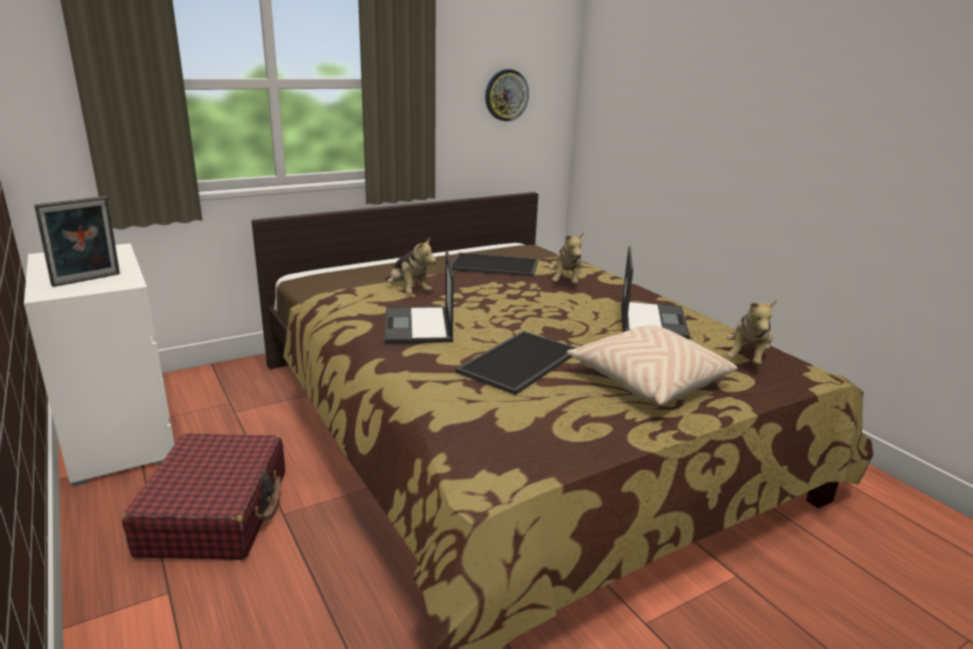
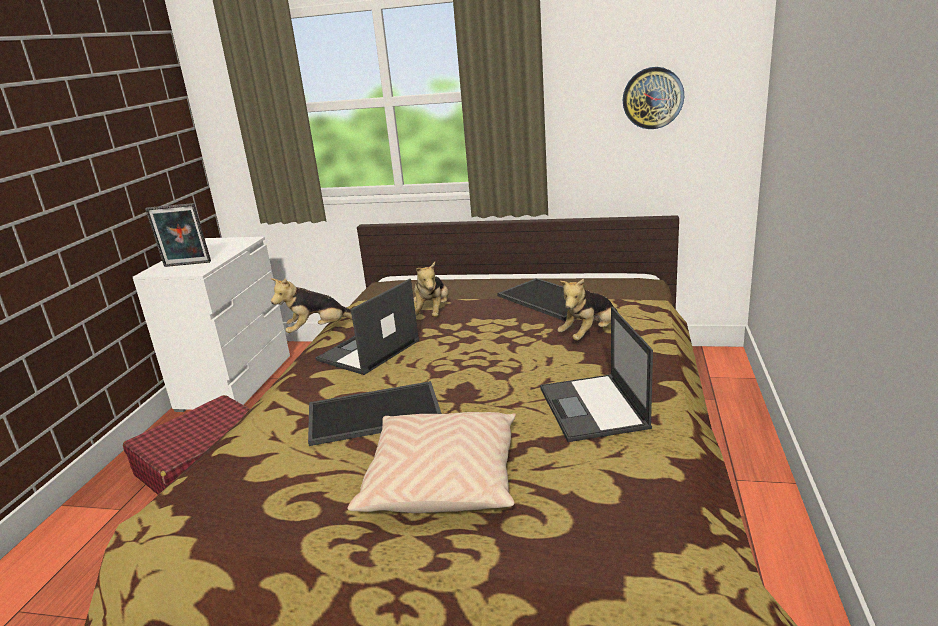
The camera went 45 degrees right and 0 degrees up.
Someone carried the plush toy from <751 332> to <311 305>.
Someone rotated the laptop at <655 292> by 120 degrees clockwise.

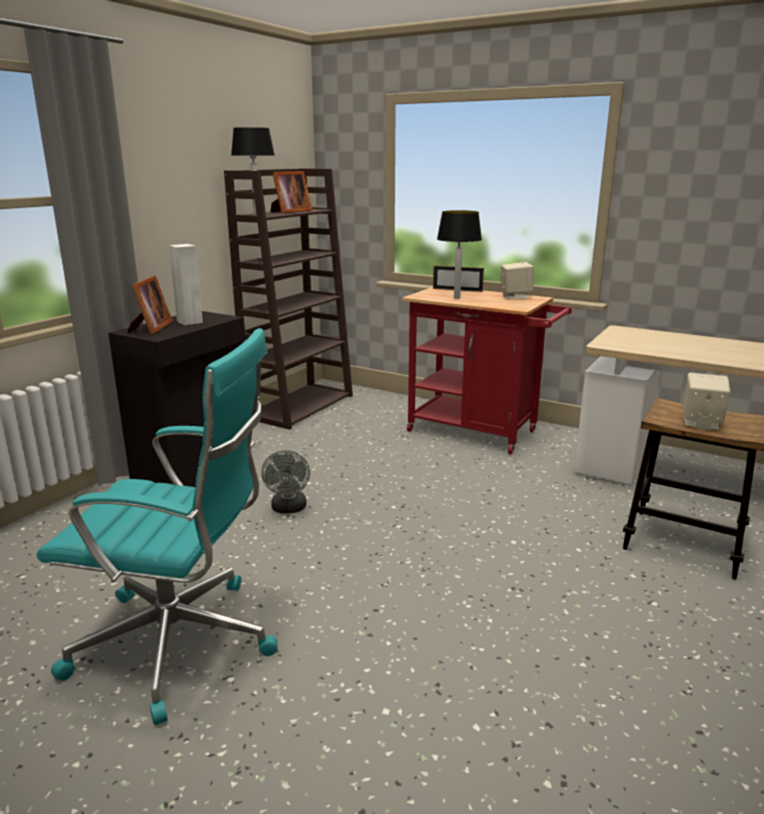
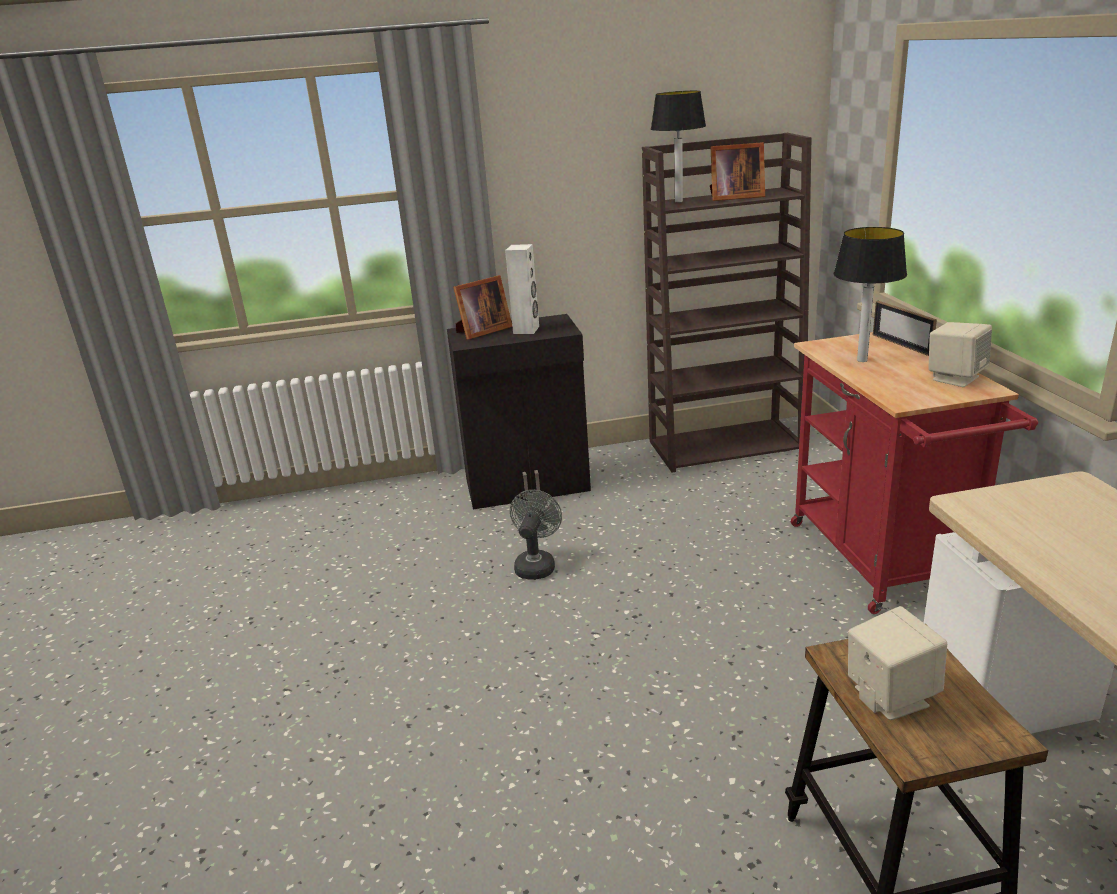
The camera went 50 degrees right and 5 degrees up.
Someone rotated the fan/grey at <285 482> by 150 degrees clockwise.
Someone took away the office chair/turquoise at <157 526>.

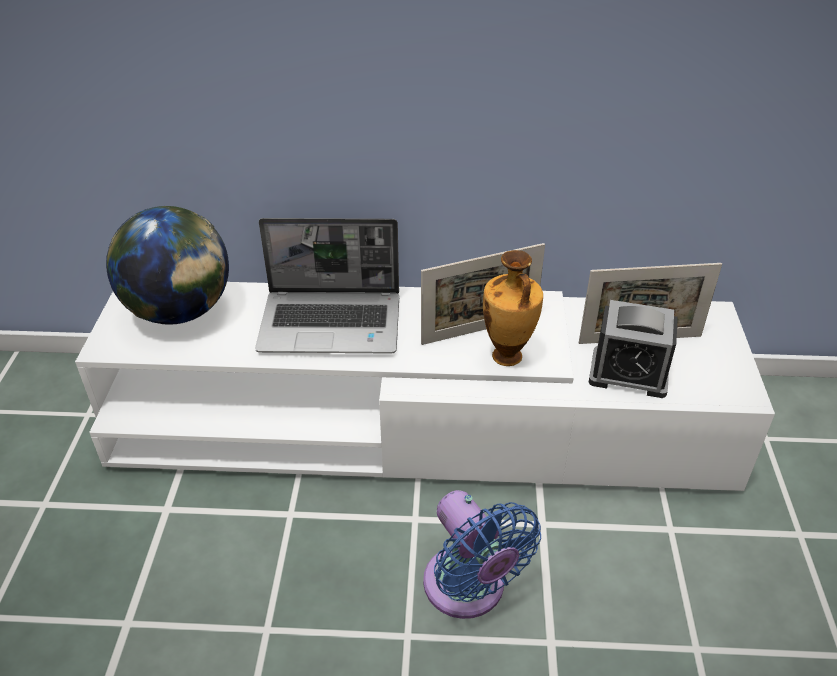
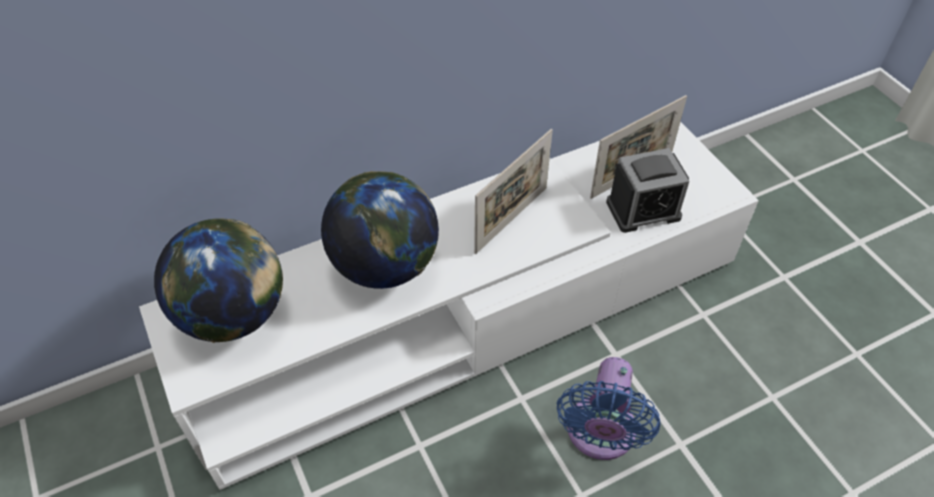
The camera went 30 degrees left and 10 degrees up.
Someone swapped the laptop at <327 286> for the globe at <380 230>.
Someone rotated the fan/blue at <482 554> by 75 degrees clockwise.
Someone took away the vase at <513 308>.

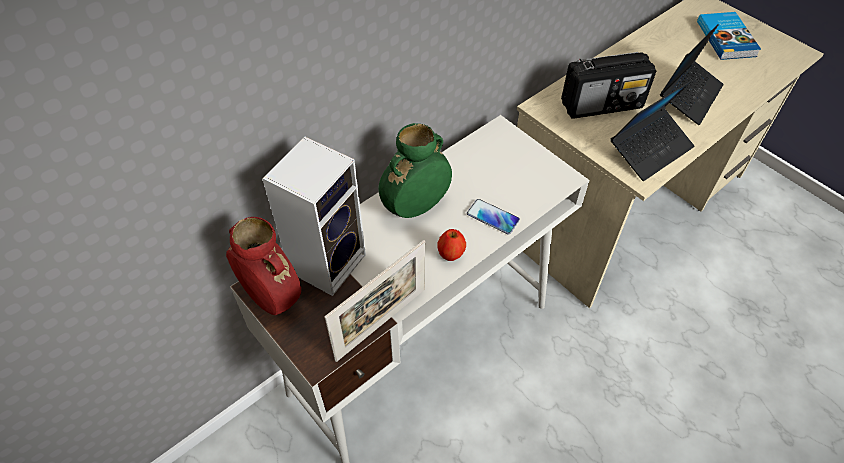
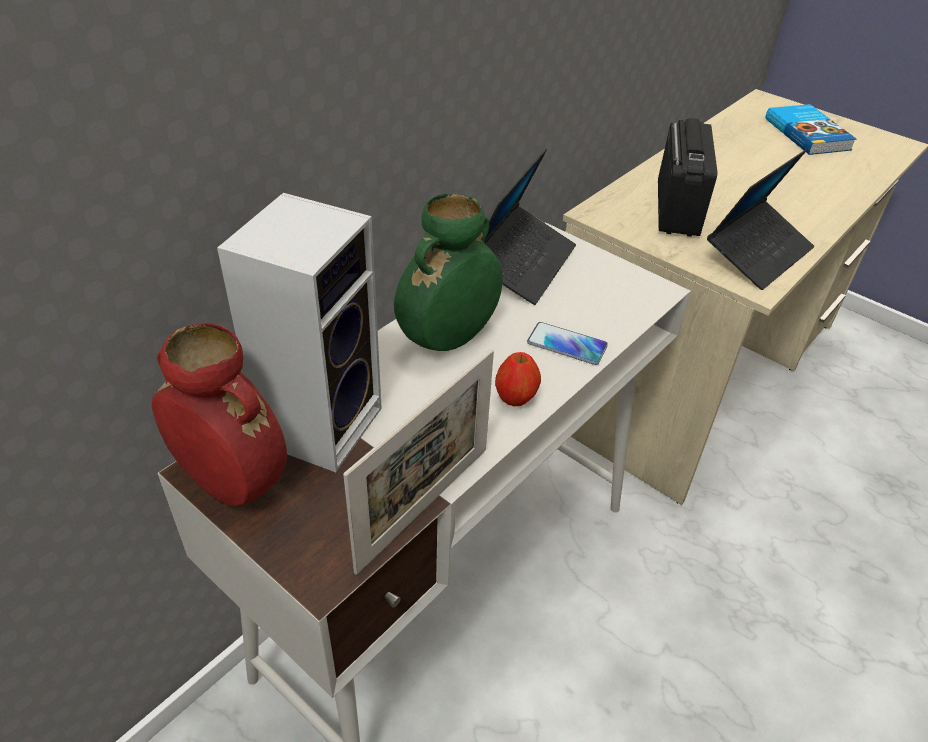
The camera went 10 degrees left and 10 degrees down.
Someone carried the laptop from <692 74> to <530 227>.
Someone rotated the radio at <608 85> by 60 degrees counterclockwise.

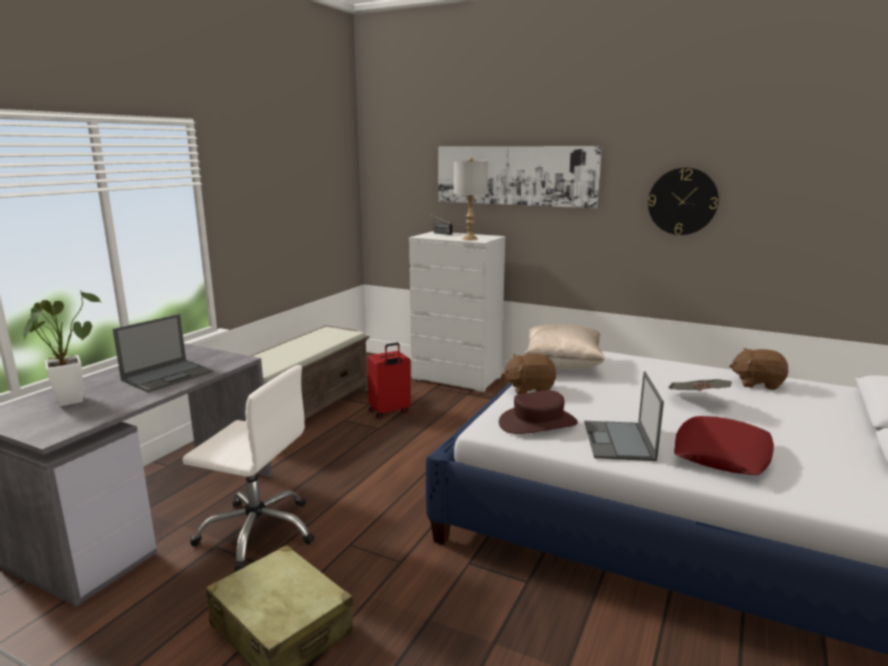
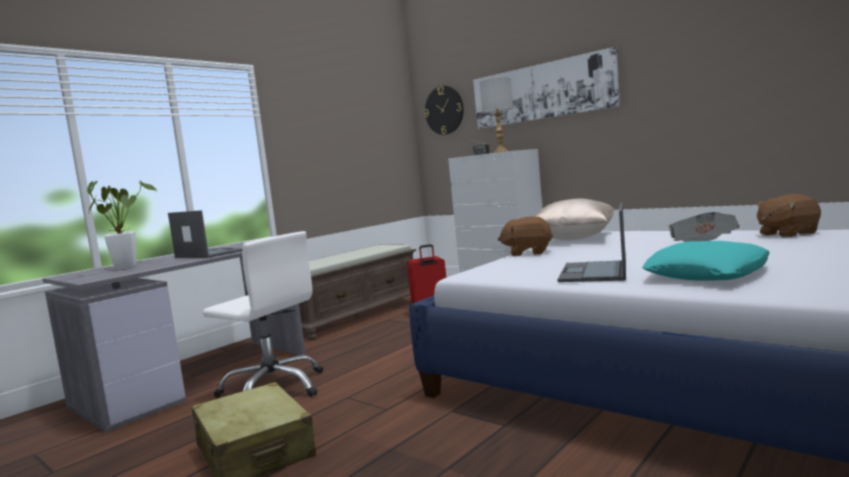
The camera went 15 degrees right and 10 degrees down.
Someone rotated the laptop at <163 353> by 105 degrees counterclockwise.
Someone carried the wall clock from <683 201> to <444 110>.
Someone repainted the pillow/red at <724 445>, which became the pillow/turquoise at <705 261>.
Someone rotated the plush toy/brown at <758 369> by 45 degrees counterclockwise.
Someone took away the hat/brown at <538 412>.

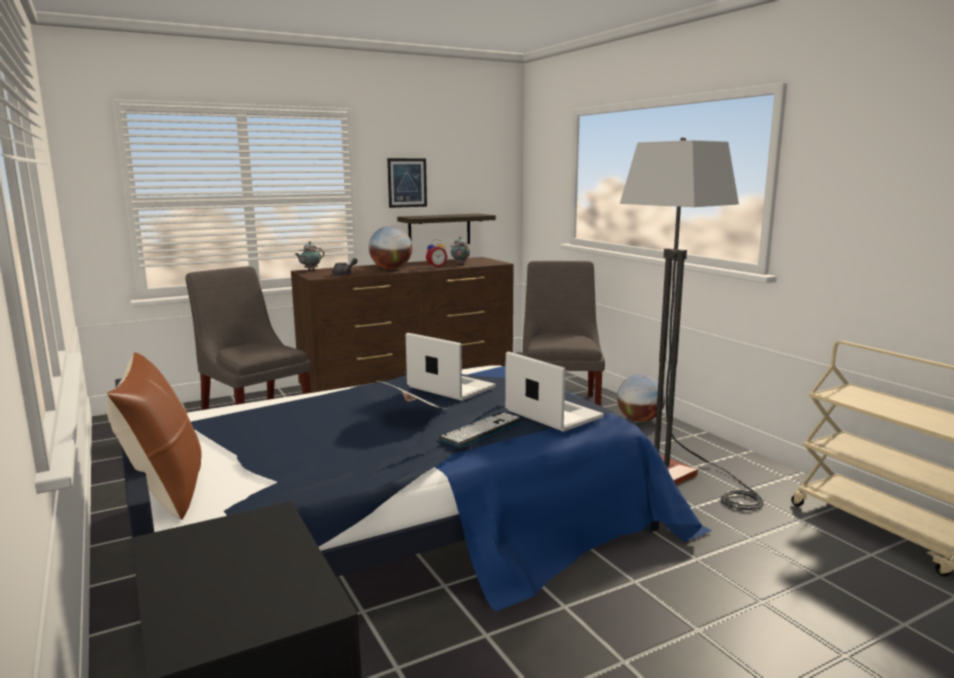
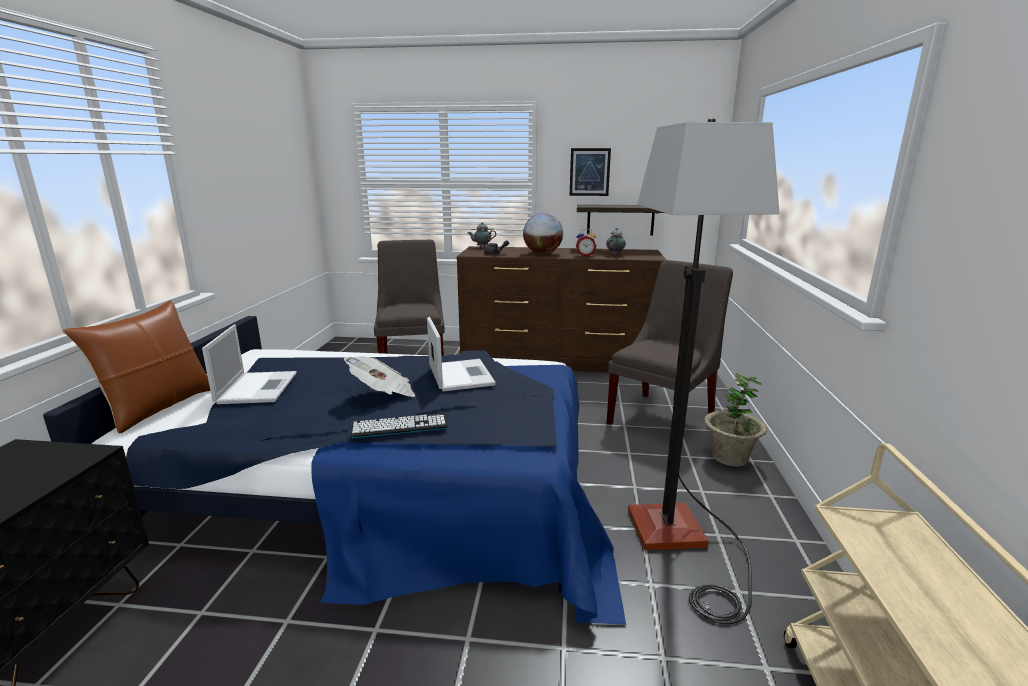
The camera went 35 degrees right and 5 degrees up.
Someone carried the laptop from <554 391> to <249 364>.
Someone swapped the globe at <641 398> for the potted plant at <735 420>.

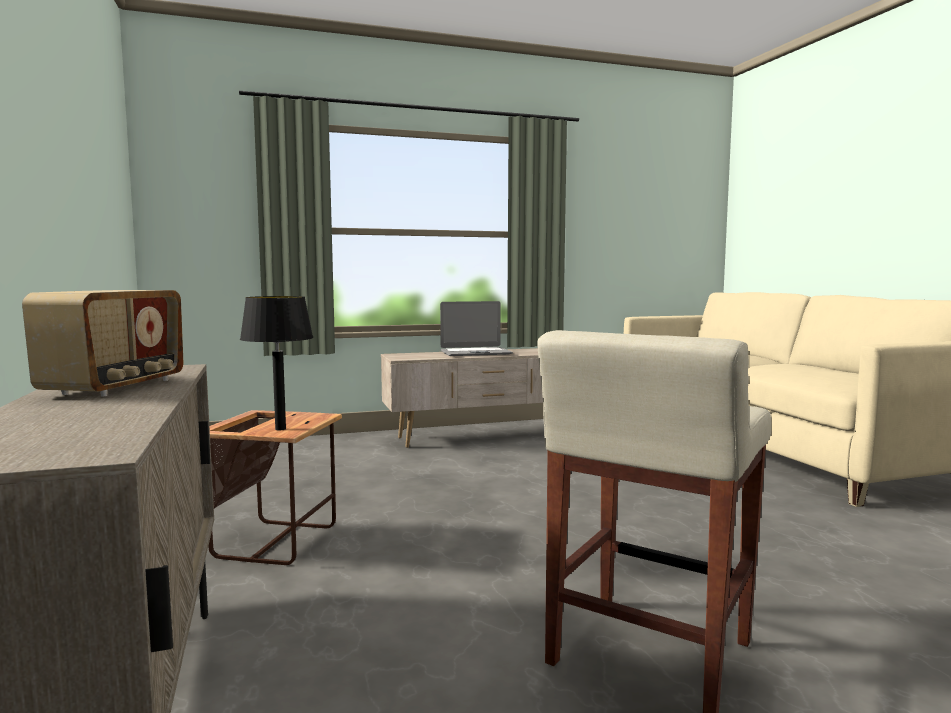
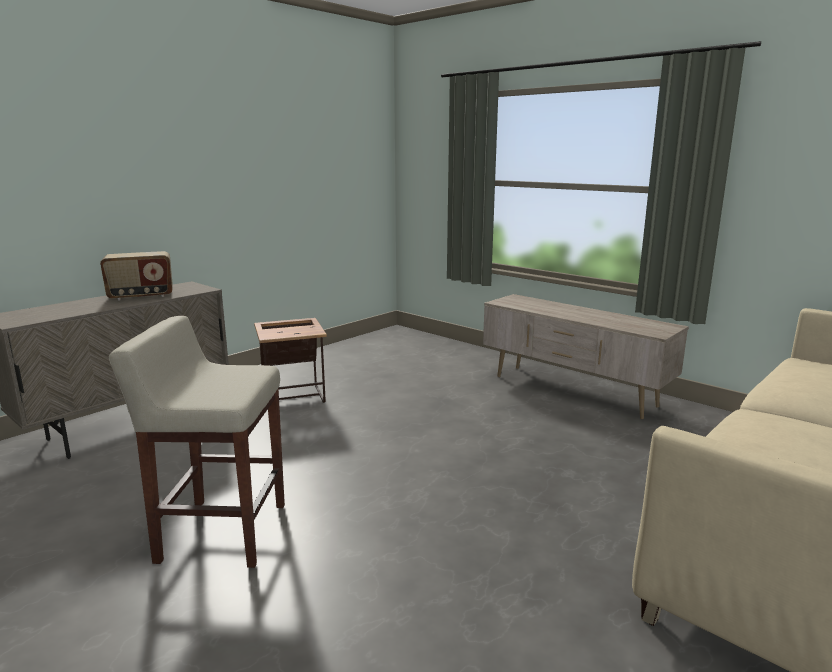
The camera went 60 degrees right and 10 degrees up.
Someone took away the table lamp/black at <276 363>.
Someone took away the laptop at <476 328>.

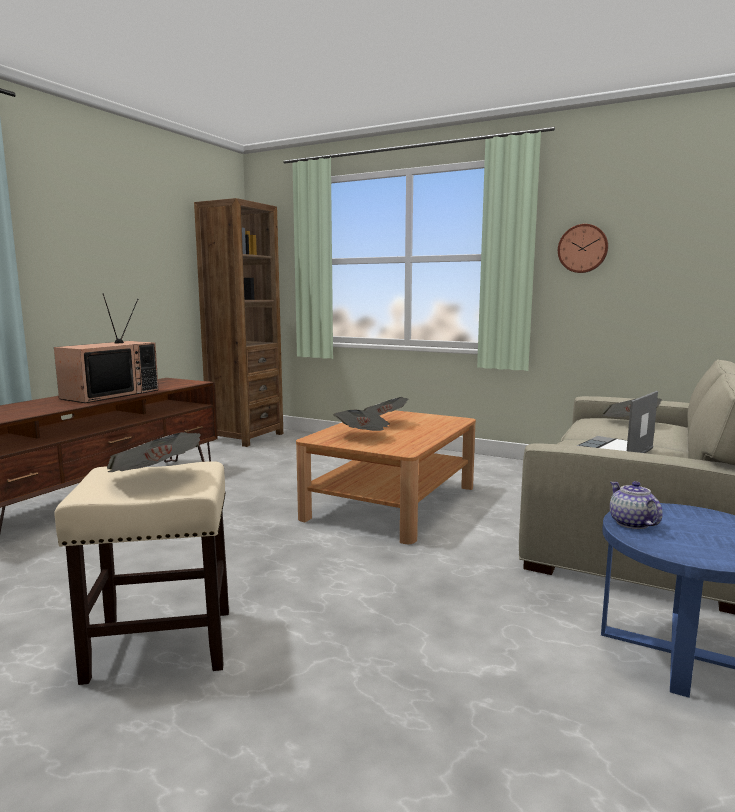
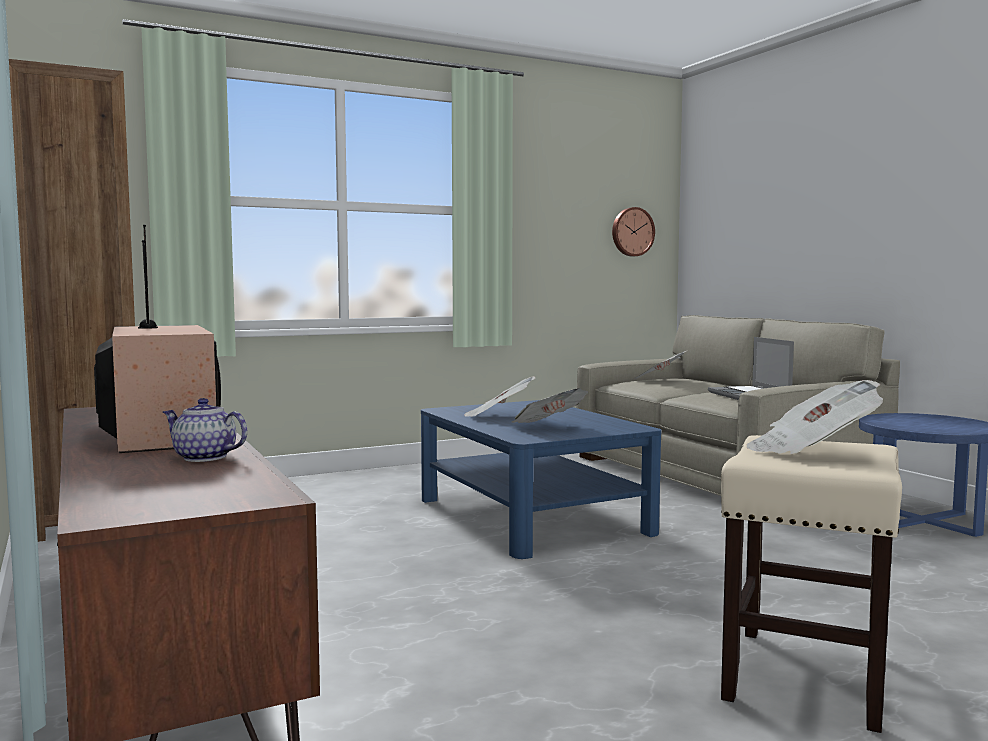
The camera went 55 degrees left and 5 degrees down.
Someone carried the teapot from <636 505> to <205 430>.
Someone repainted the coffee table/brown at <386 477>, which became the coffee table/blue at <541 479>.
Someone carried the wall clock from <583 248> to <633 231>.

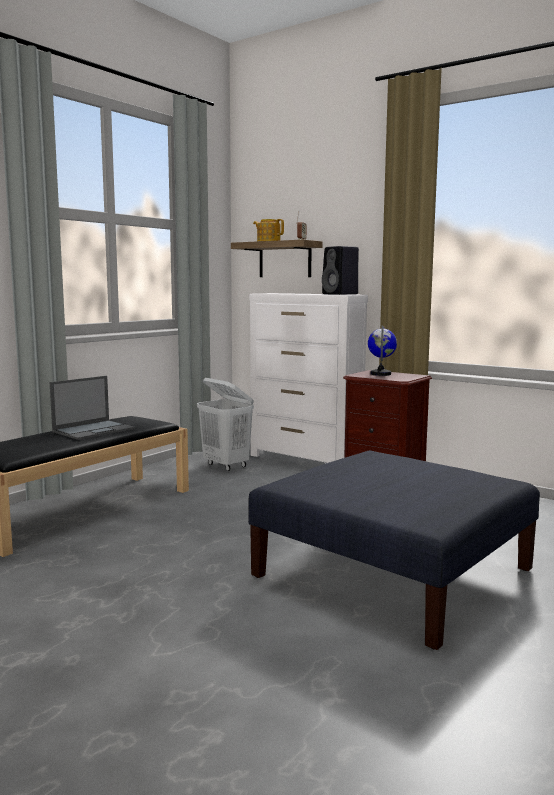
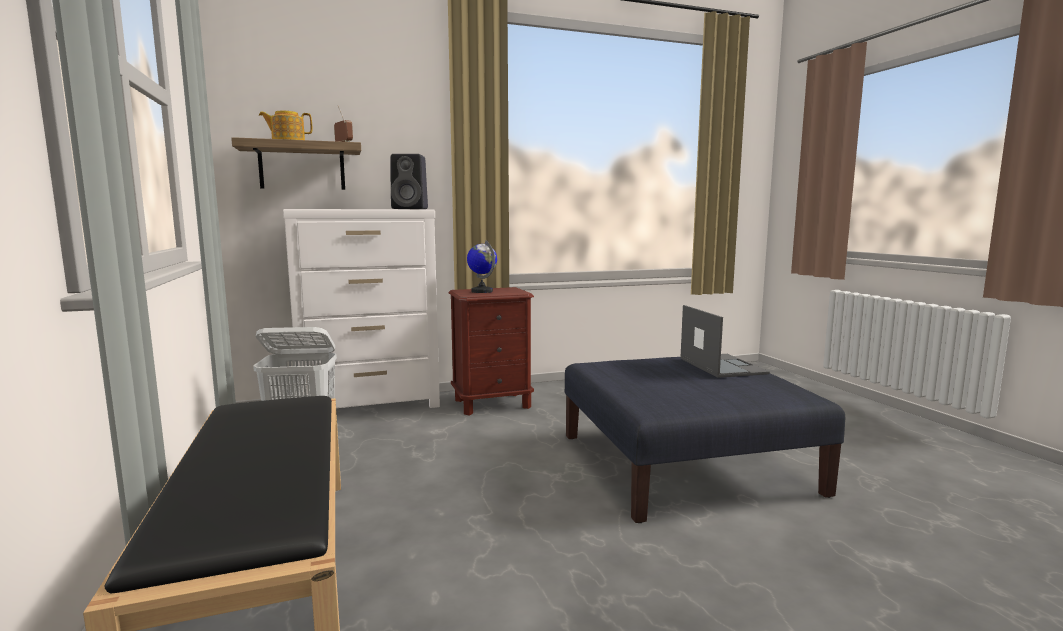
The camera went 55 degrees left and 0 degrees up.
Someone carried the laptop from <92 408> to <725 341>.

